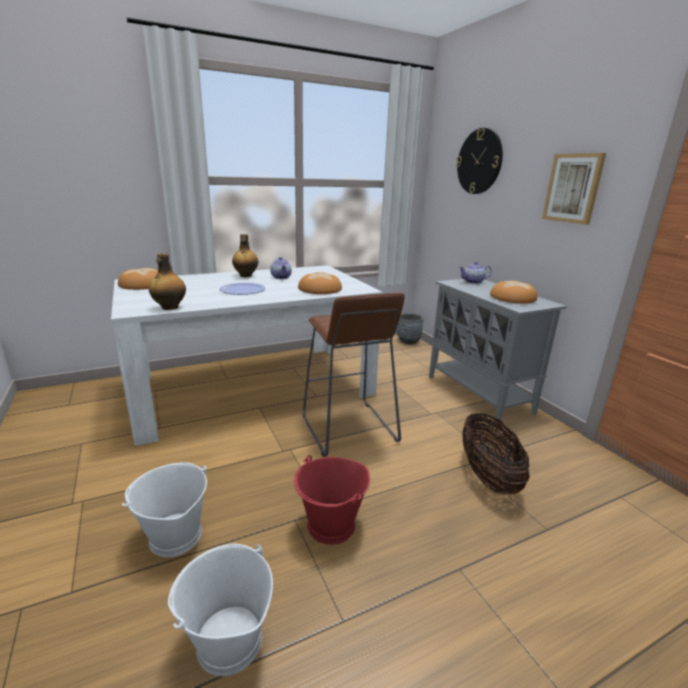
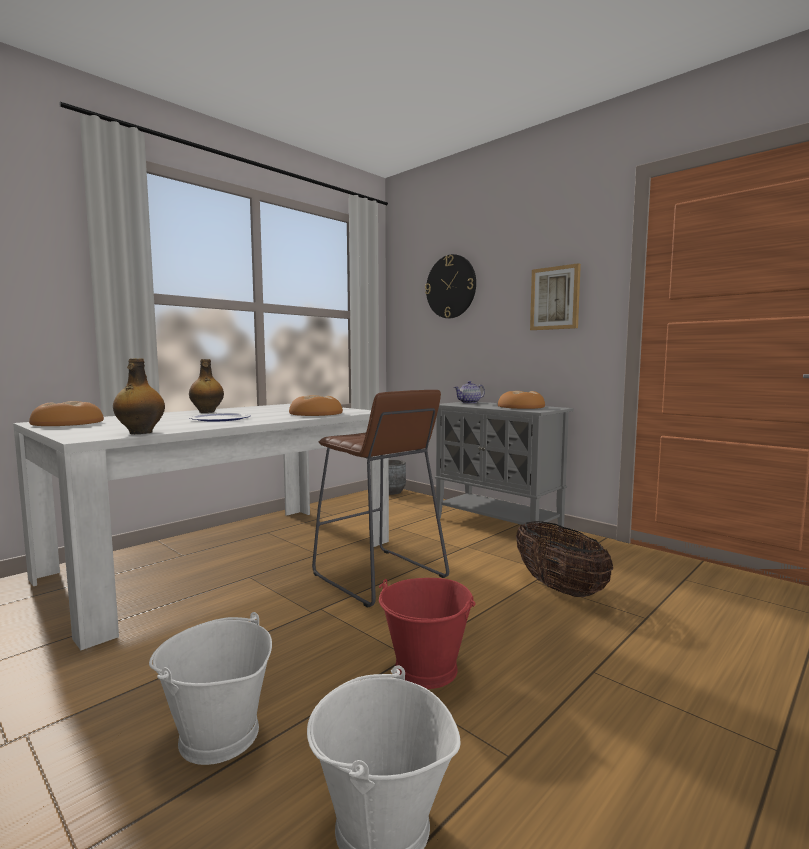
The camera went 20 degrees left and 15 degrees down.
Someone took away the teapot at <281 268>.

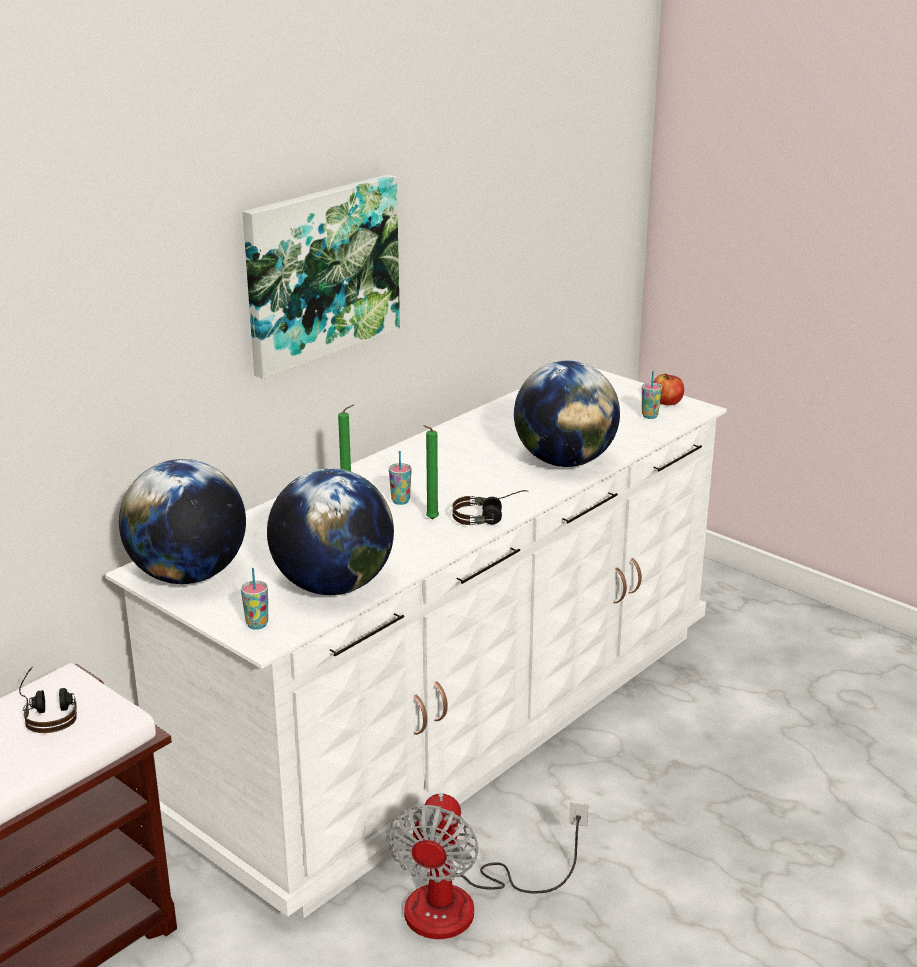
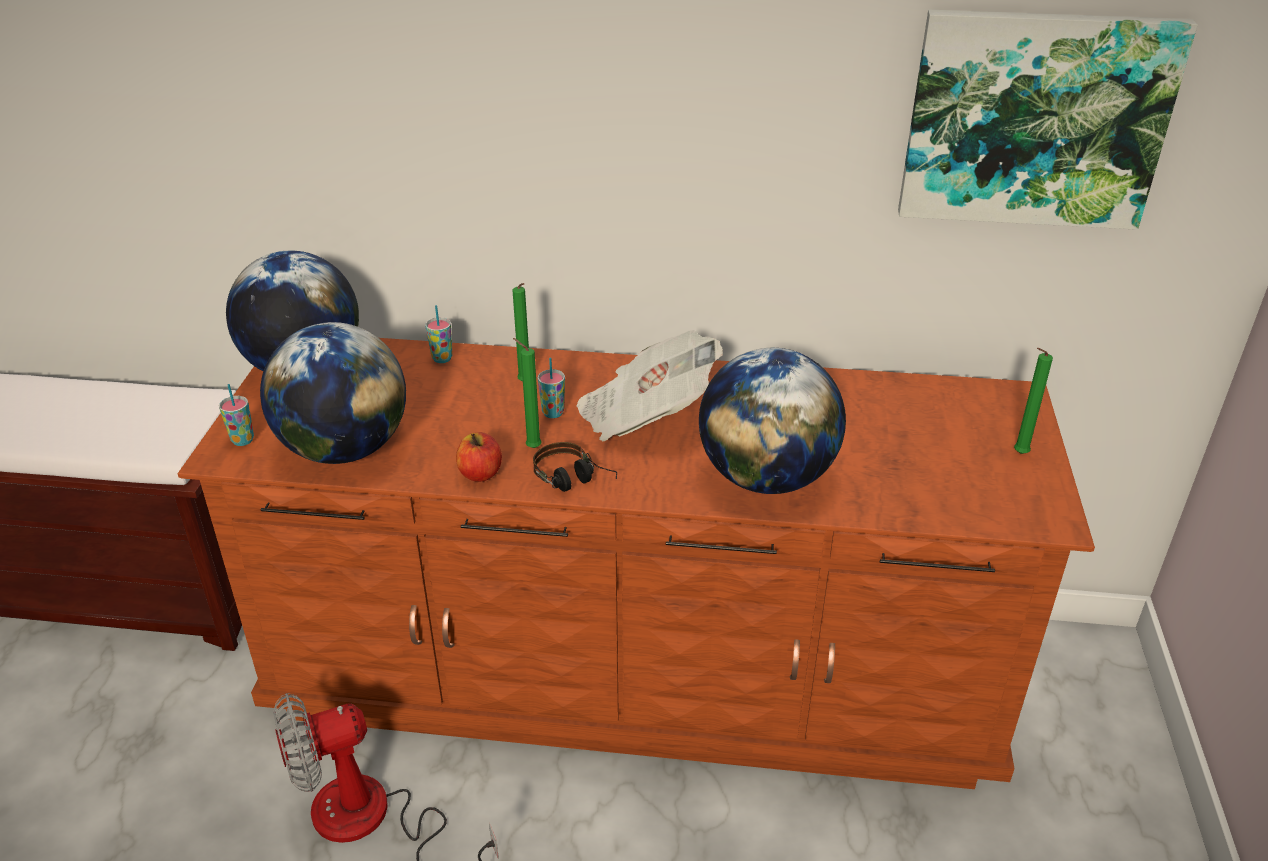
The camera went 55 degrees right and 10 degrees up.
Someone repainted the dresser/white at <416 643>, which became the dresser/brown at <636 563>.
Someone carried the cup from <652 395> to <438 334>.
Someone carried the apple from <668 389> to <479 457>.
Someone put down the newspaper at <649 386>.
Someone carried the picture from <321 276> to <1048 120>.
Someone put down the candle/green at <1033 401>.
Someone took away the headphones at <48 700>.

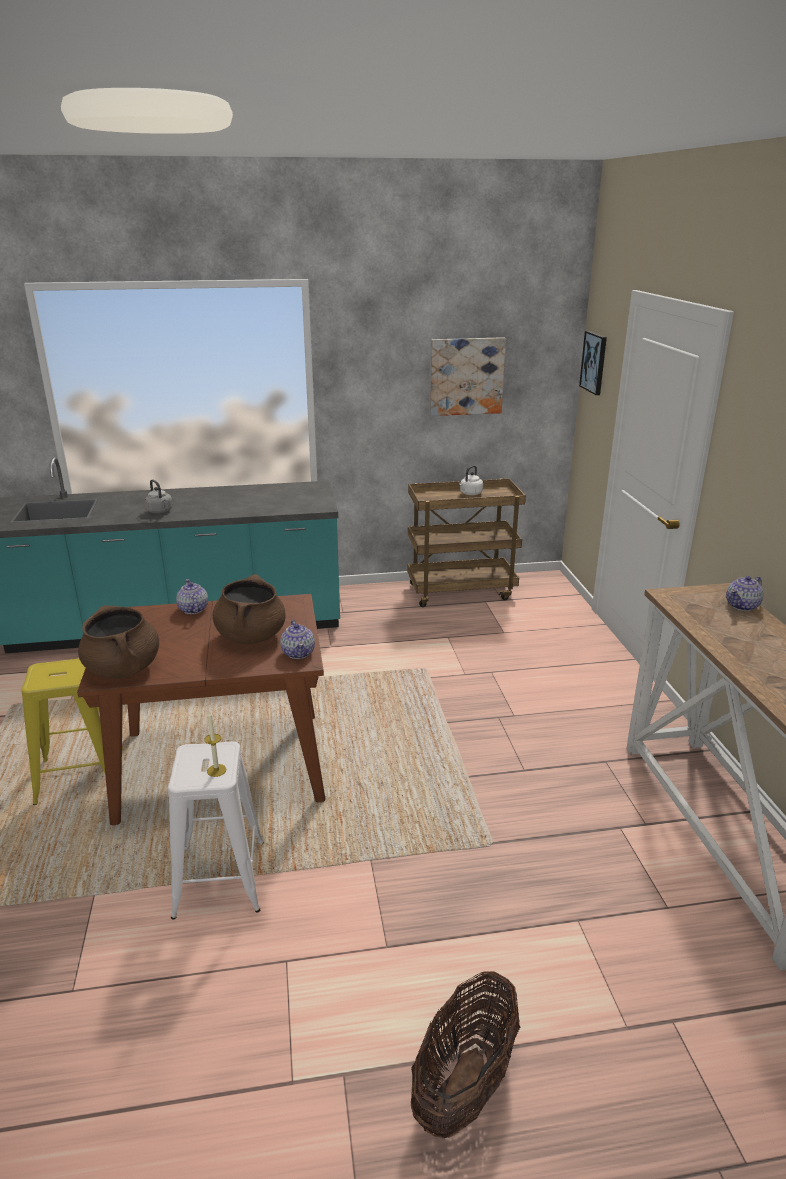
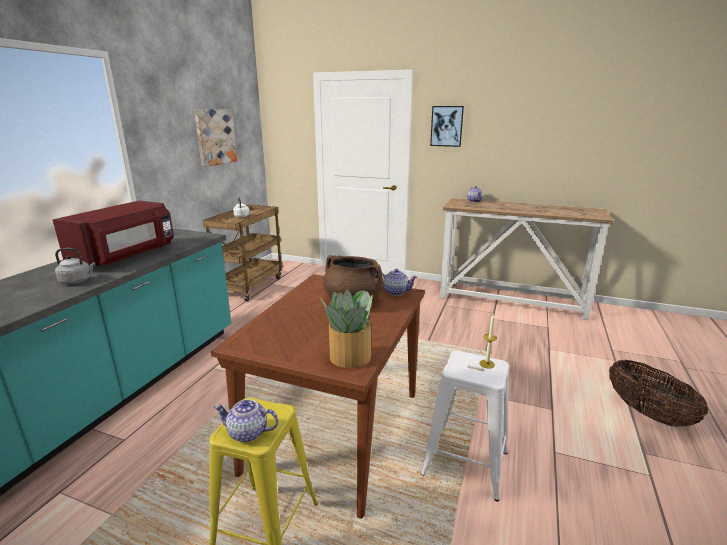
The camera went 60 degrees left and 5 degrees down.
Someone put down the microwave/red at <113 234>.
Someone carried the teapot from <192 596> to <246 420>.
Someone swapped the cooking pot/brown at <118 642> for the potted plant at <346 328>.
Someone carried the picture from <593 363> to <447 126>.

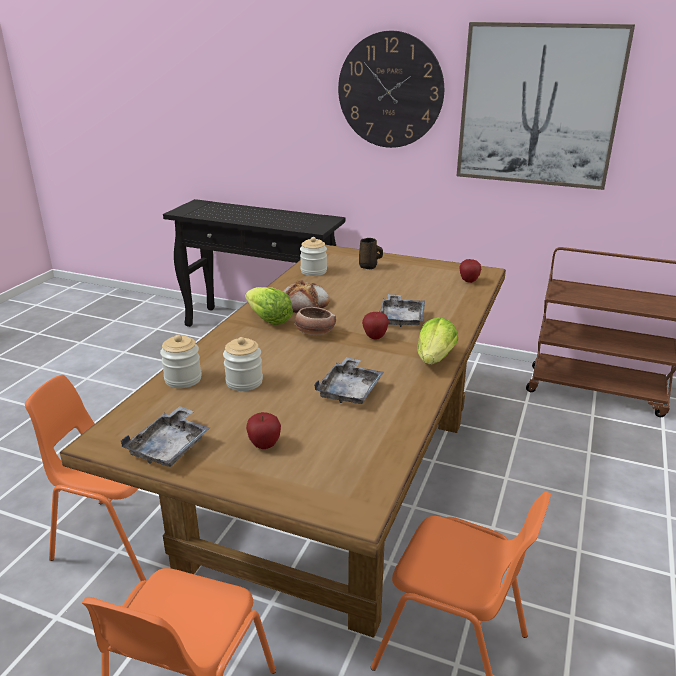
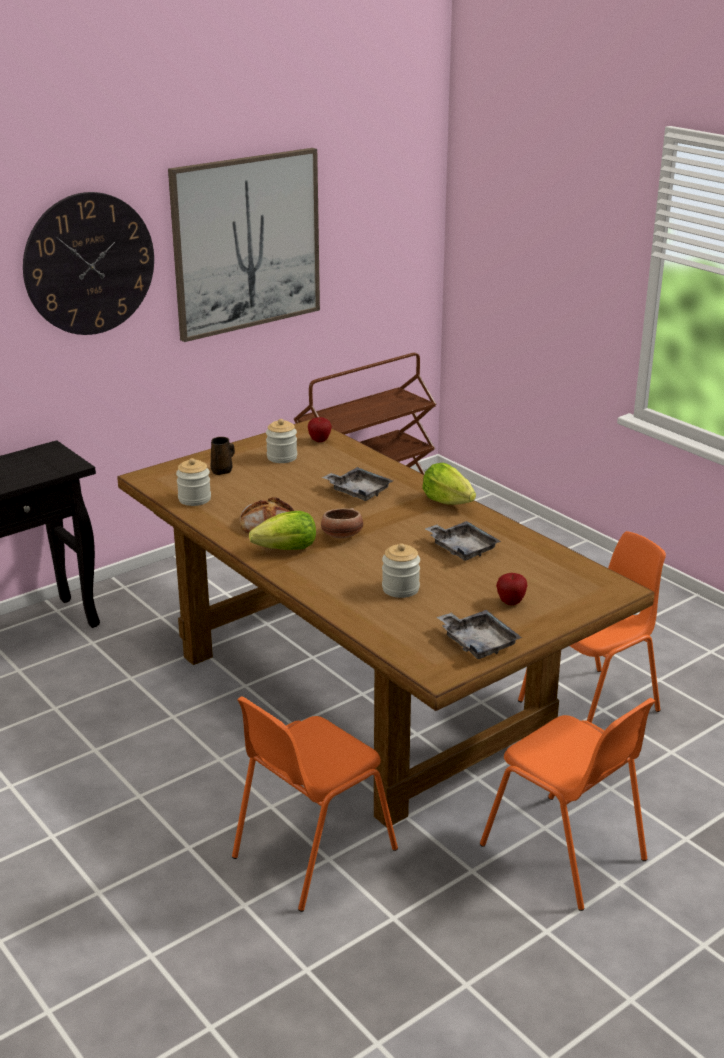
The camera went 60 degrees left and 0 degrees up.
Someone carried the jar from <181 361> to <281 441>.
Someone took away the apple at <375 325>.

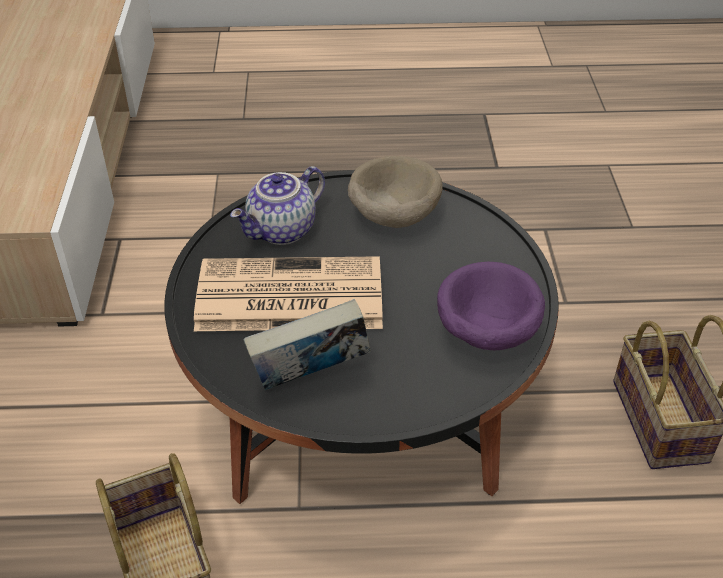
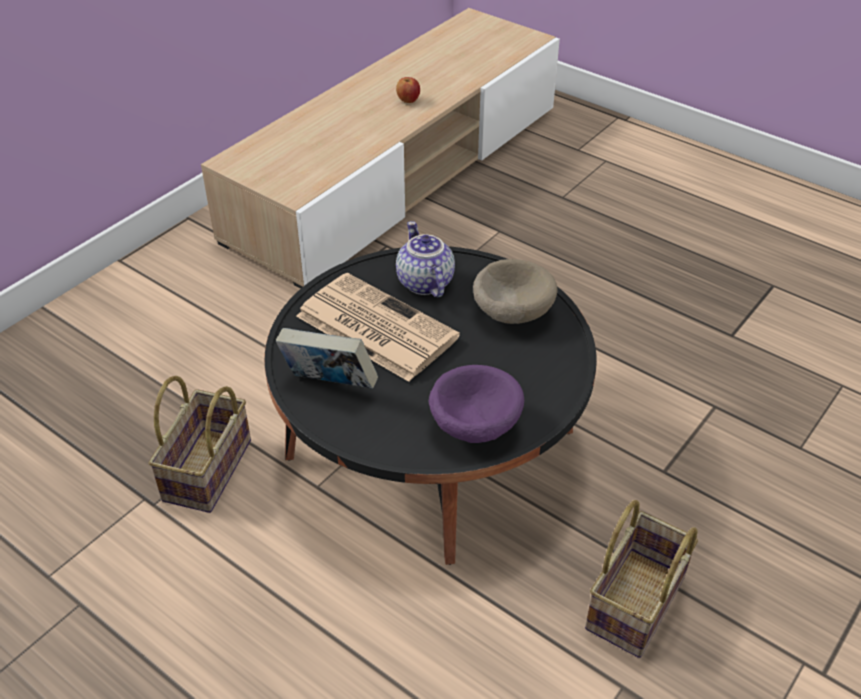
The camera went 40 degrees right and 0 degrees up.
Someone put down the apple at <408 90>.
Someone rotated the teapot at <277 205> by 75 degrees clockwise.

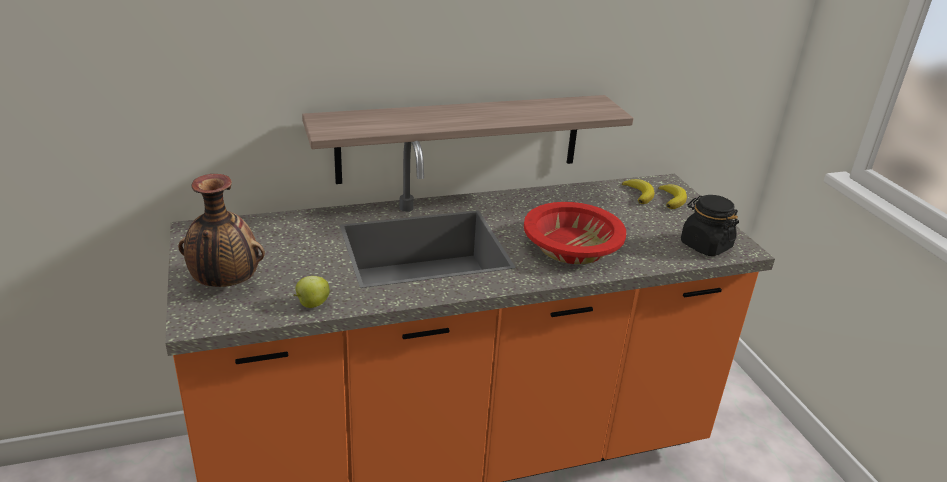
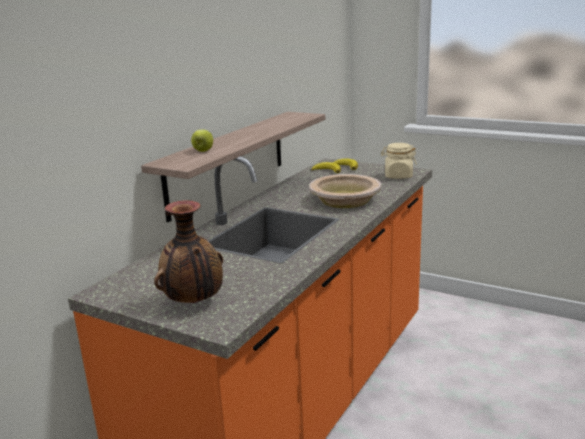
The camera went 40 degrees left and 10 degrees down.
Someone carried the apple from <312 292> to <202 140>.
Someone repainted the bowl/red at <575 233>, which became the bowl/beige at <345 191>.
Someone repainted the jar/black at <710 225>, which became the jar/beige at <399 161>.

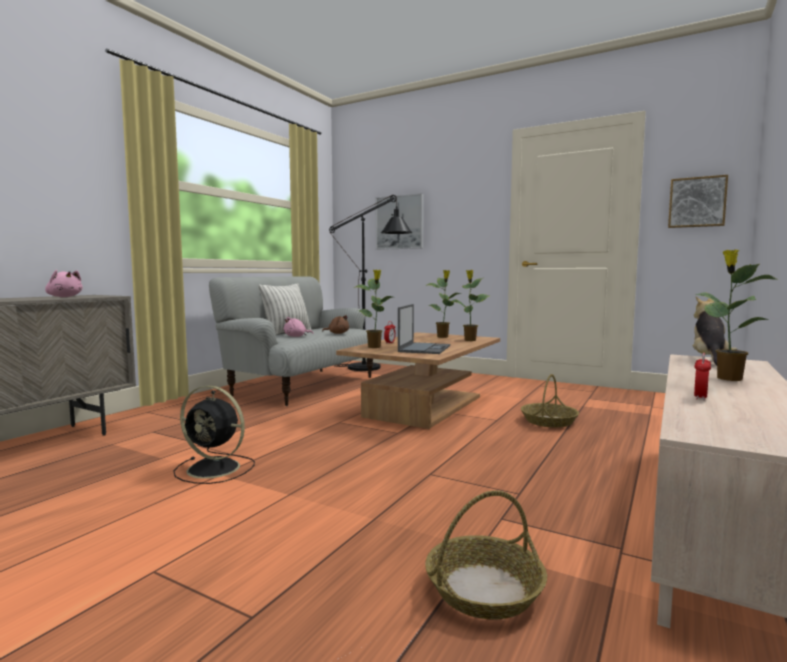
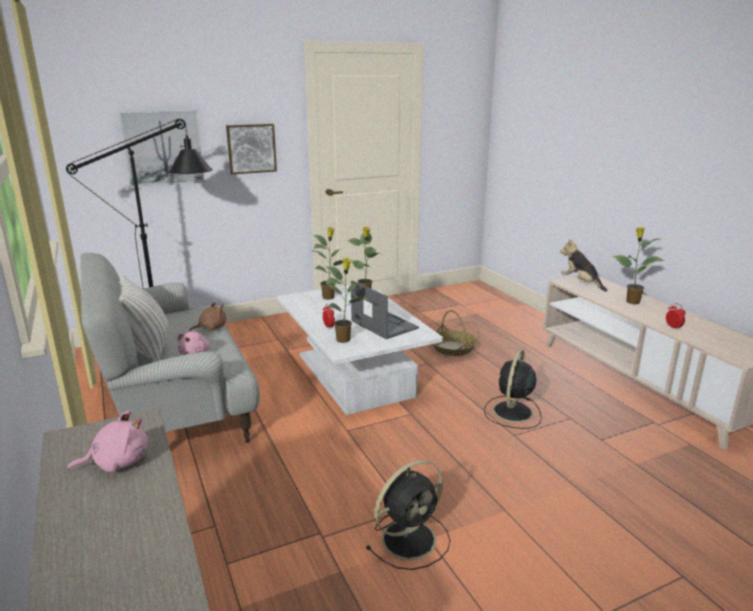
The camera went 55 degrees left and 15 degrees up.
Someone carried the picture from <698 201> to <251 149>.
Someone repainted the coffee table/brown at <418 380>, which became the coffee table/white at <360 350>.
Someone put down the fan/black at <513 389>.
Someone took away the basket at <486 554>.

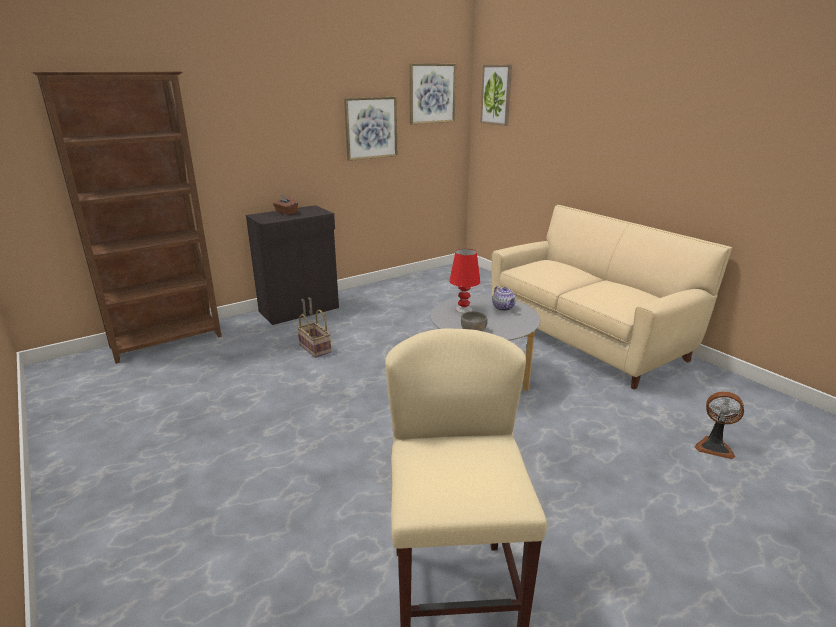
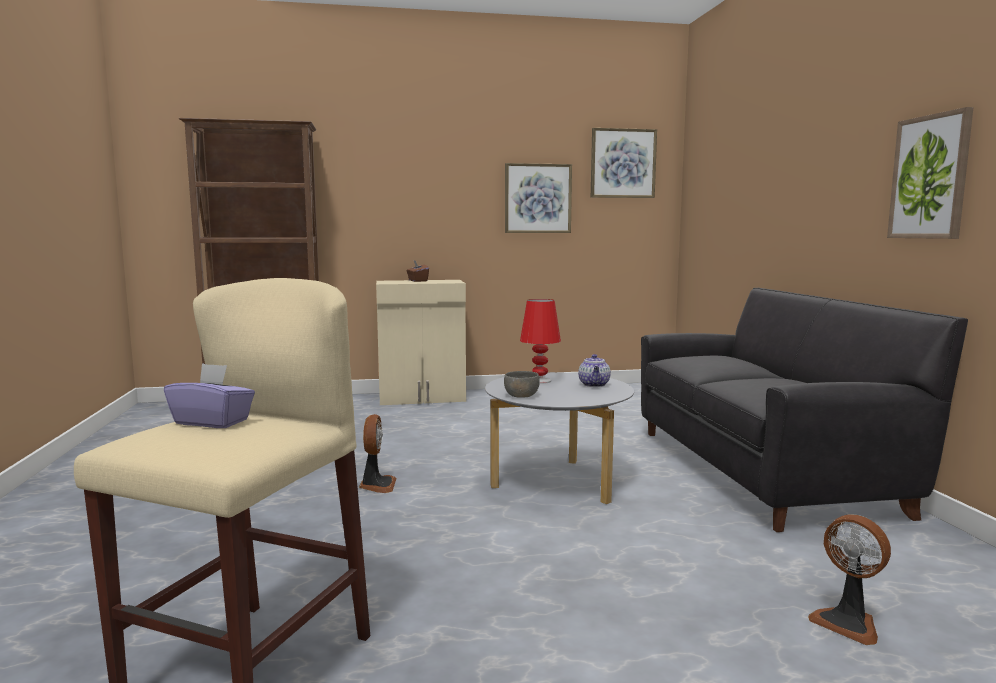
The camera went 25 degrees right and 15 degrees down.
Someone put down the tissue box/purple at <209 395>.
Someone put down the fan at <378 453>.
Someone repainted the cabinet/black at <292 265>, which became the cabinet/beige at <421 342>.
Someone repainted the sofa/beige at <612 297>, which became the sofa/black at <804 410>.
Someone carried the picture from <496 95> to <930 173>.
Someone took away the basket at <314 334>.

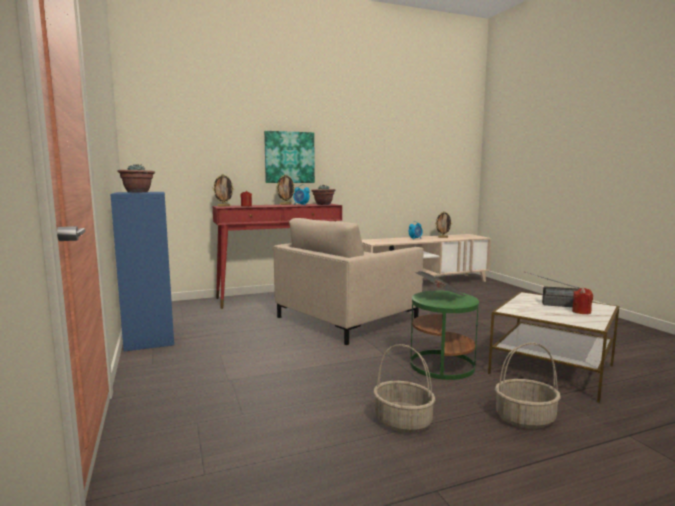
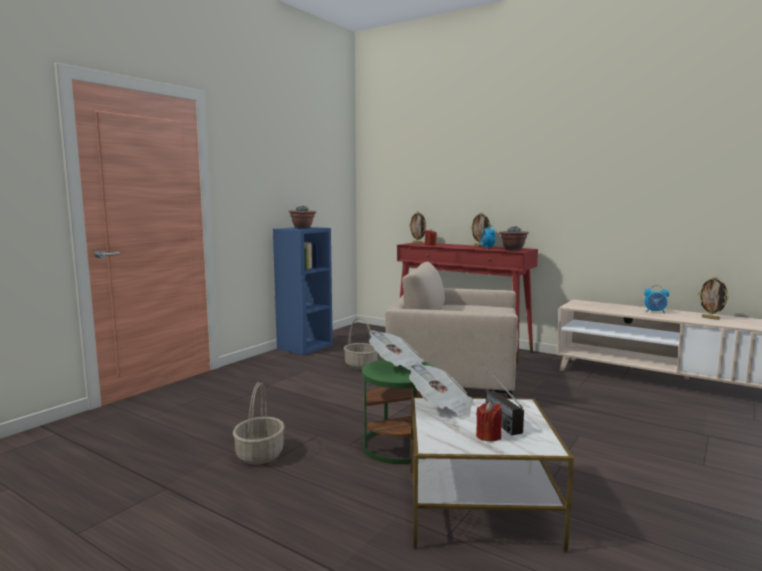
The camera went 55 degrees right and 0 degrees up.
Someone carried the basket from <528 385> to <360 344>.
Someone put down the newspaper at <441 390>.
Someone took away the picture at <289 157>.

